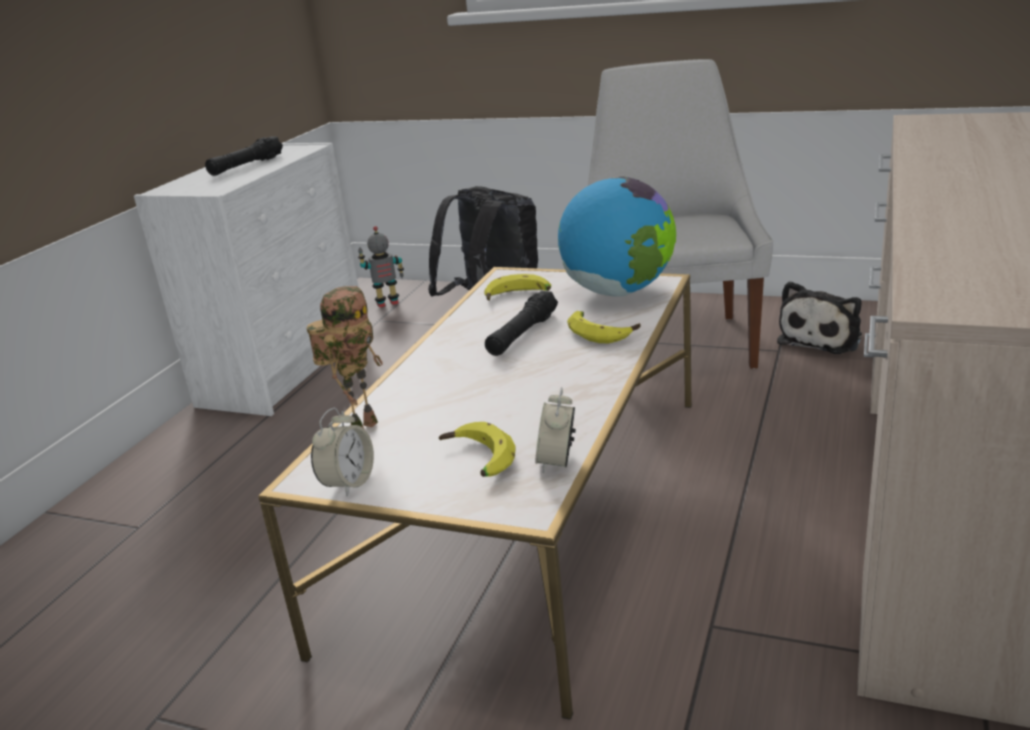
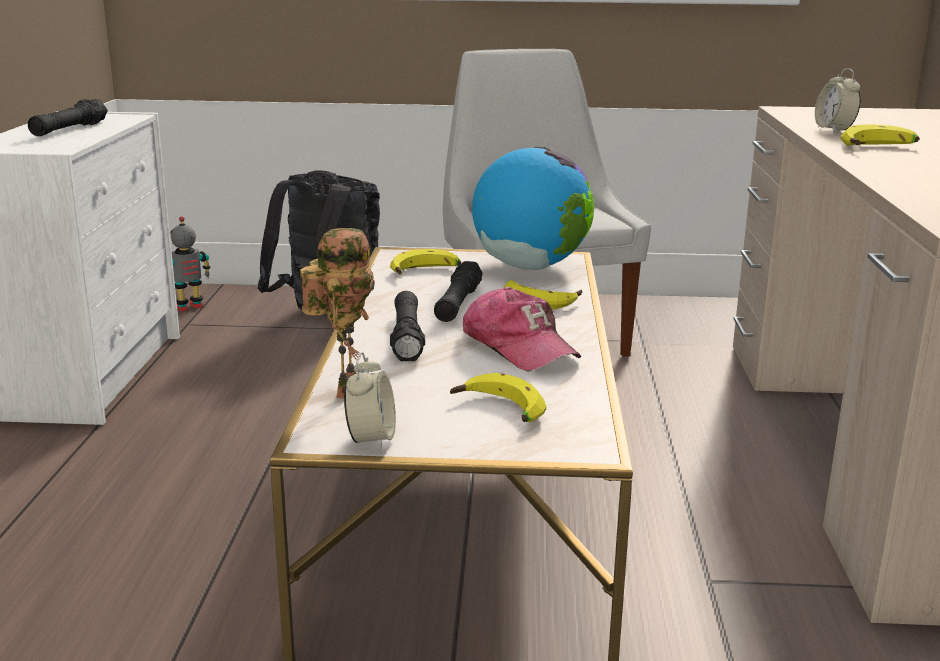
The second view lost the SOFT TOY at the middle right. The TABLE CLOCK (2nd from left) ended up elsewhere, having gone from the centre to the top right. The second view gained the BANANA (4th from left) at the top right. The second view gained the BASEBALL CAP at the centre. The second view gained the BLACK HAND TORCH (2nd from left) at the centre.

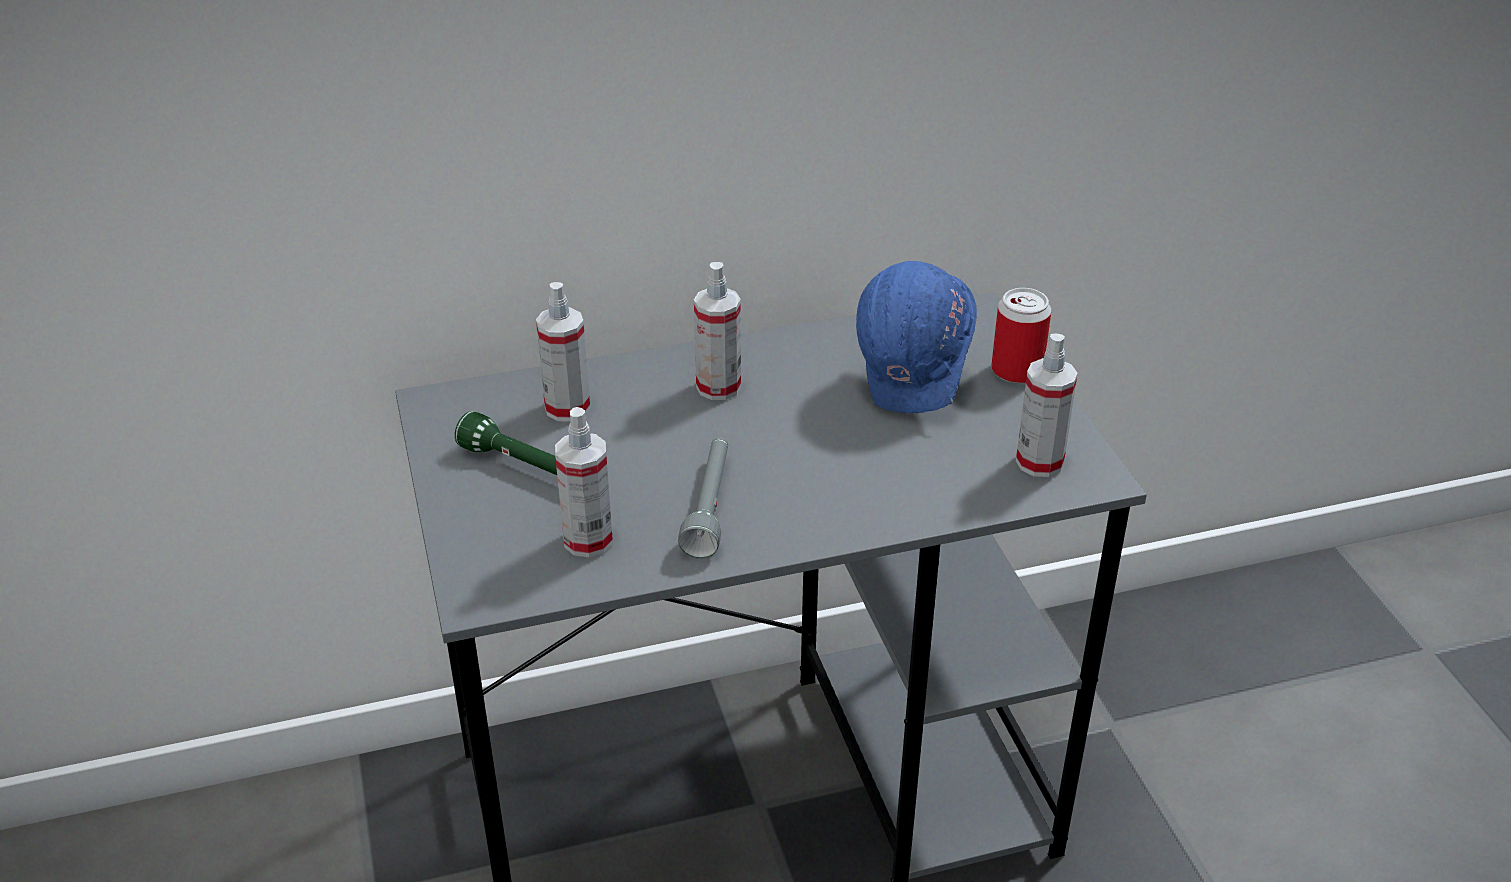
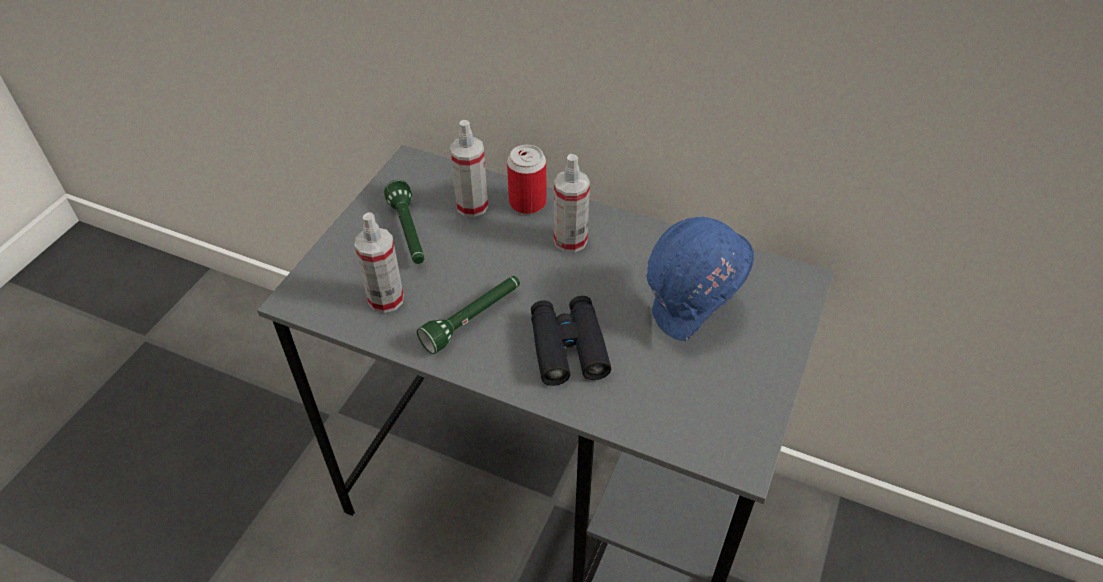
The CAN ended up elsewhere, having gone from the middle right to the top centre. The second view lost the SPRAY BOTTLE (4th from left) at the middle right. What was the GREYISH HAND TORCH at the centre turned into the GREEN HAND TORCH (2nd from left) at the centre. The second view gained the BLACK PAIR OF BINOCULARS at the centre.

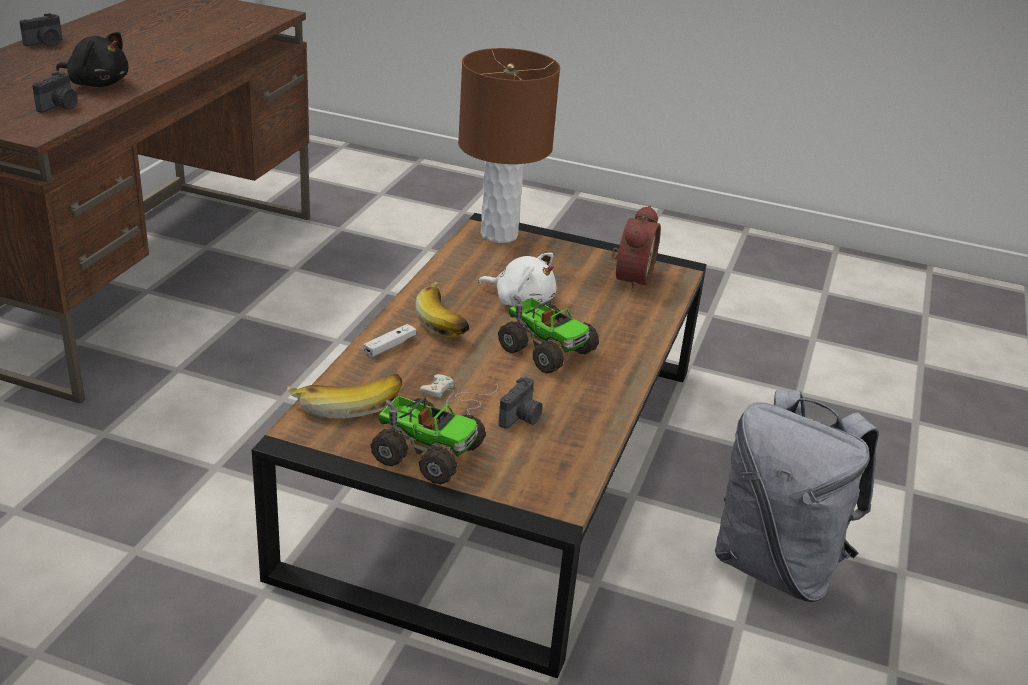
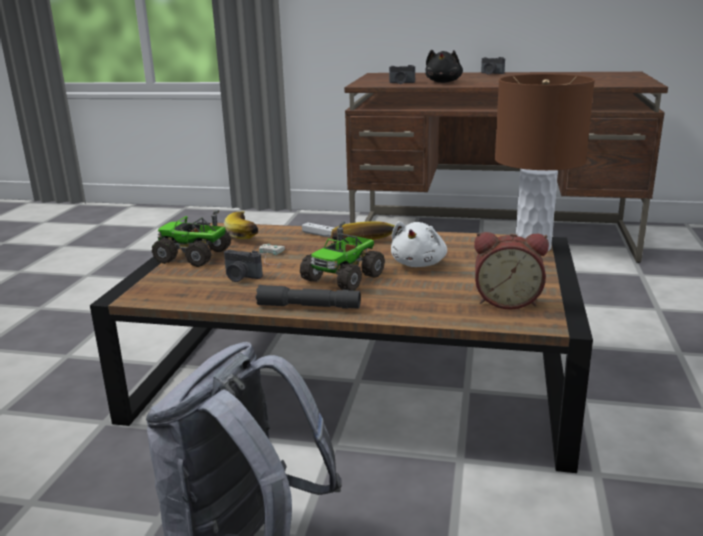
The TOY LORRY (1st from left) at the centre ended up facing another way, 90 degrees clockwise from before. The second view gained the GREYISH HAND TORCH at the centre.

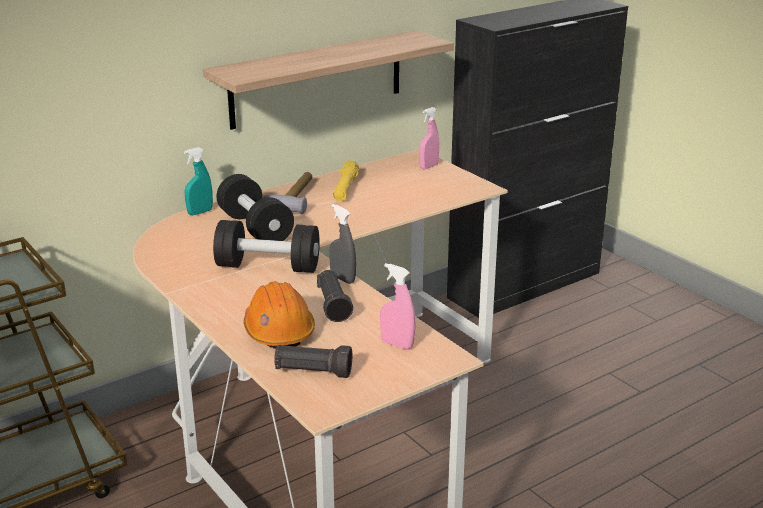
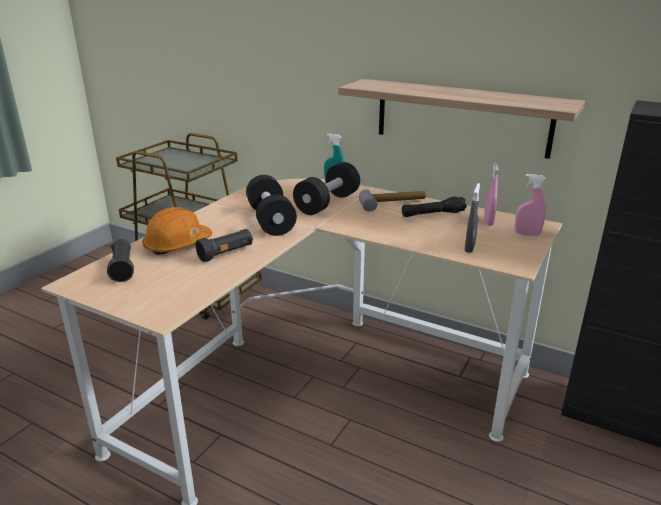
What was the YELLOW-COLOURED HAND TORCH at the centre turned into the BLACK HAND TORCH (3rd from left) at the centre. The GREYISH SPRAY BOTTLE ended up elsewhere, having gone from the centre to the middle right. The PINK-COLOURED SPRAY BOTTLE (1st from left) ended up elsewhere, having gone from the centre to the middle right.

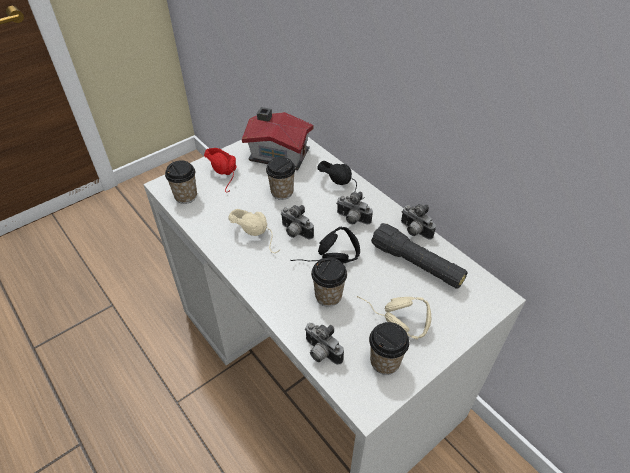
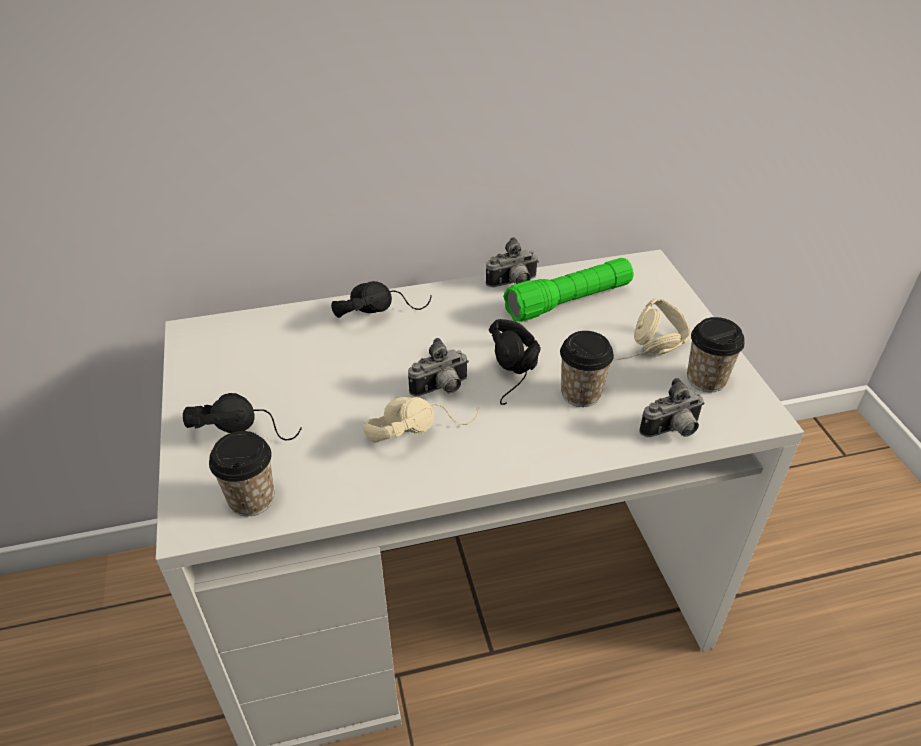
The second view lost the MODEL HOUSE at the top centre. What was the RED PAIR OF HEADPHONES at the centre turned into the BLACK PAIR OF HEADPHONES (1st from left) at the middle left. The second view lost the SMALL CUP (2nd from left) at the centre. The second view lost the STILL CAMERA (3rd from left) at the centre. What was the BLACK HAND TORCH at the centre turned into the GREEN HAND TORCH at the centre.

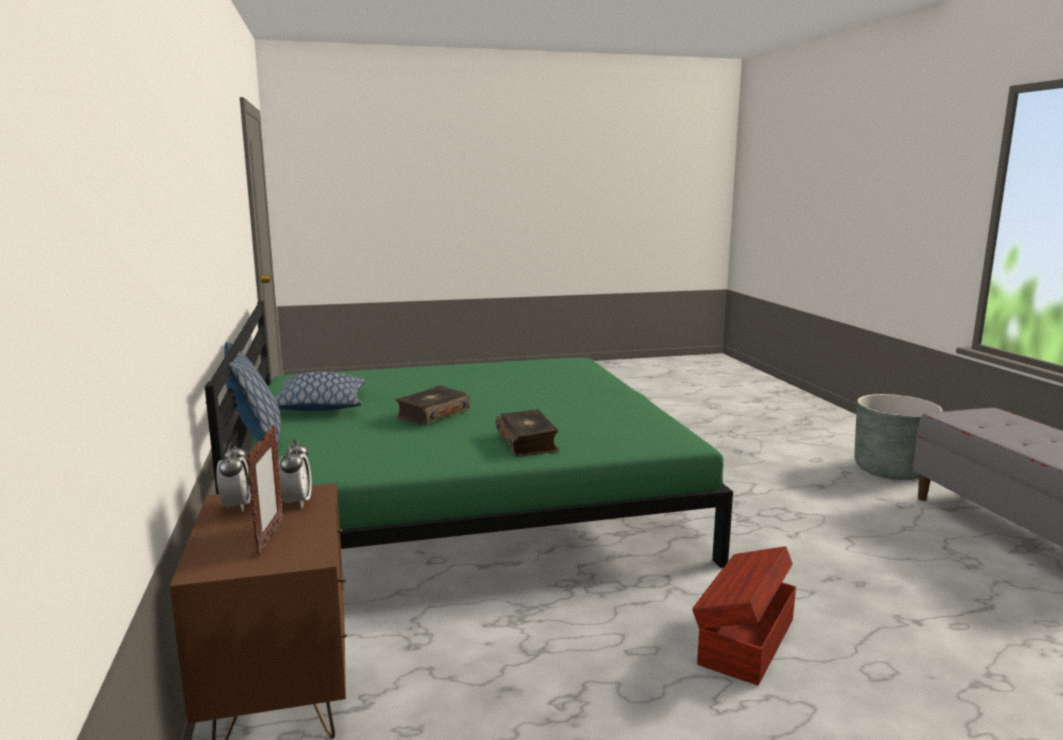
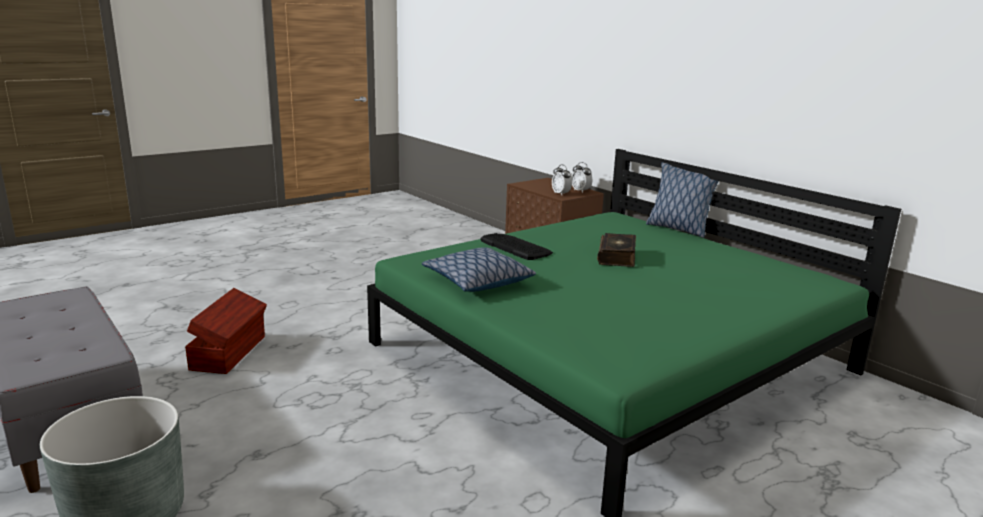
The THROW PILLOW (2nd from left in the first image) ended up elsewhere, having gone from the middle left to the centre. Where the VOLUME (2nd from left) stood at the centre, the KEYBOARD came to stand at the centre. The second view lost the PHOTO FRAME at the middle left. The BROWN-COLOURED STORAGE BIN ended up elsewhere, having gone from the bottom right to the middle left.

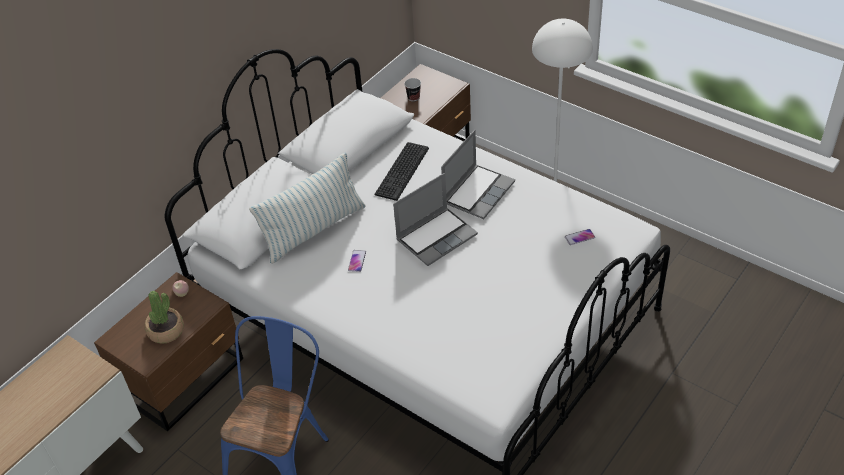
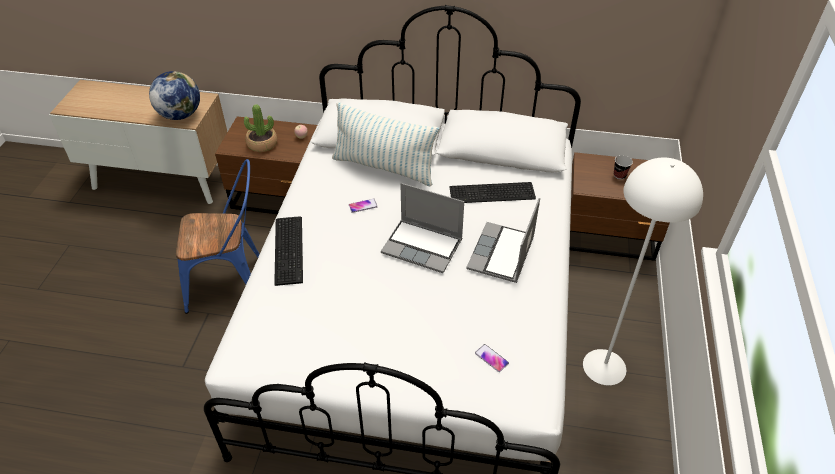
The PORTABLE COMPUTER (2nd from left) at the centre ended up facing another way, 105 degrees clockwise from before. The second view gained the WORLD GLOBE at the top left. The second view gained the KEYBOARD (1st from left) at the centre.

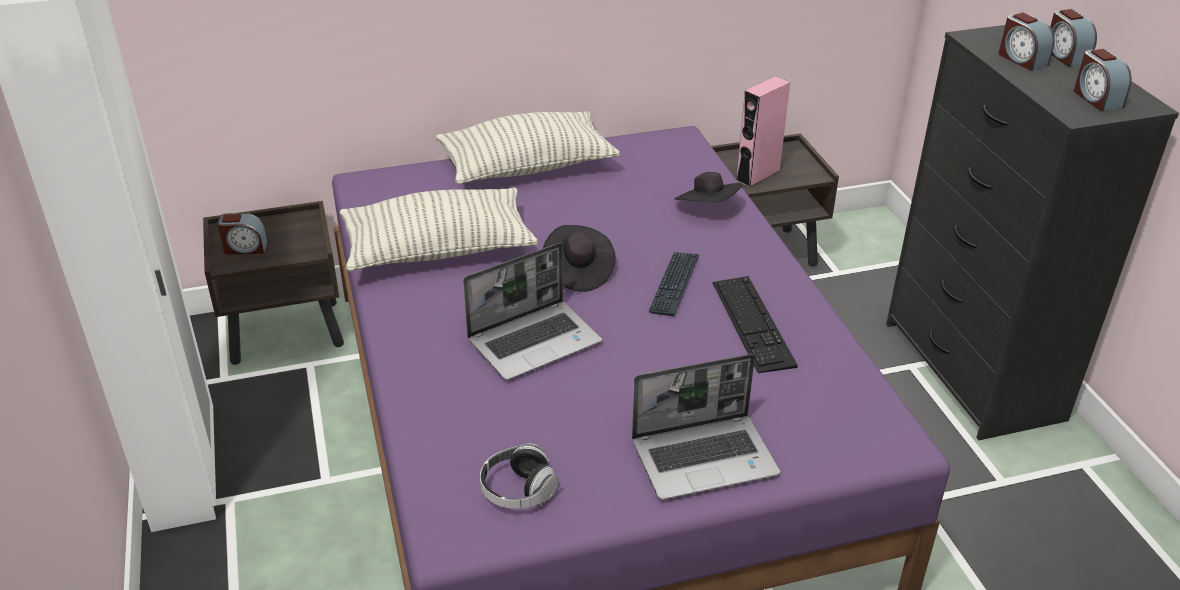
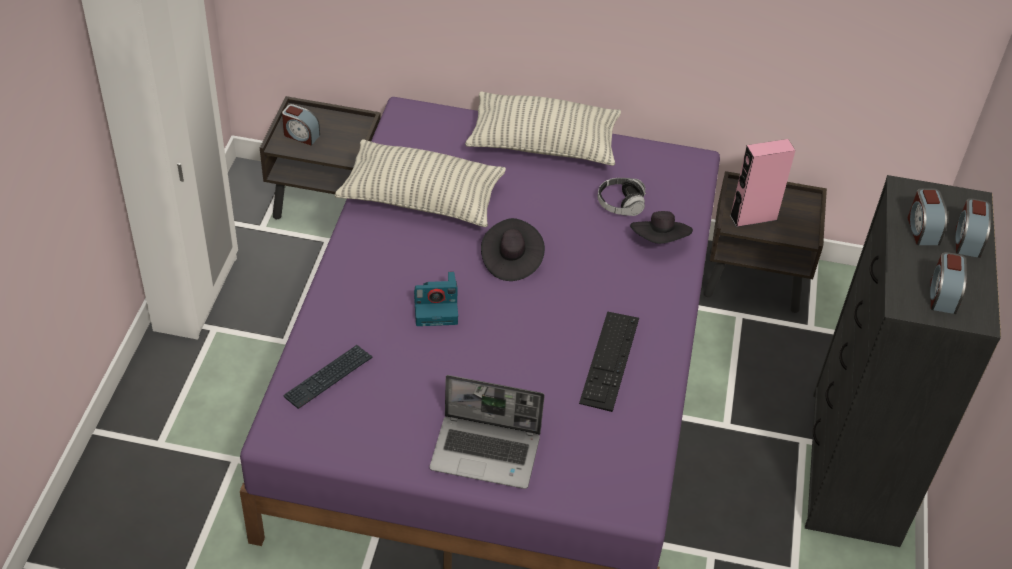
Where the PORTABLE COMPUTER (1st from left) stood at the centre, the STILL CAMERA came to stand at the centre. The KEYBOARD (1st from left) ended up elsewhere, having gone from the centre to the middle left. The PAIR OF HEADPHONES ended up elsewhere, having gone from the bottom centre to the centre.

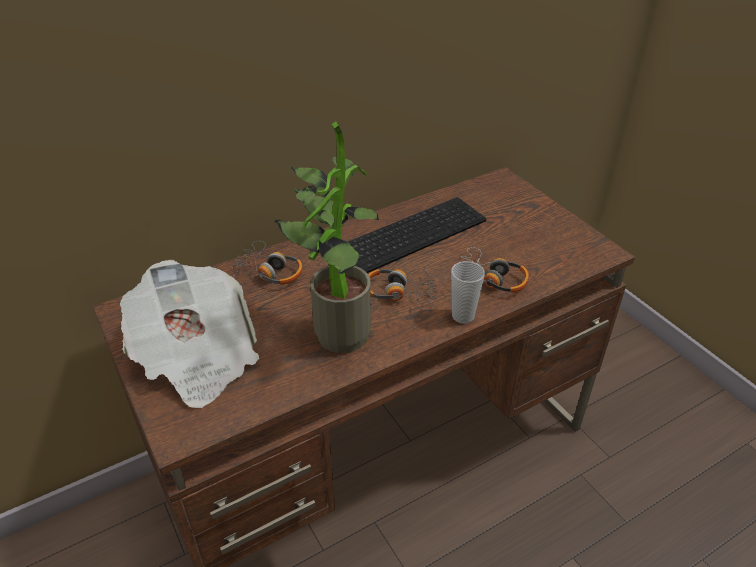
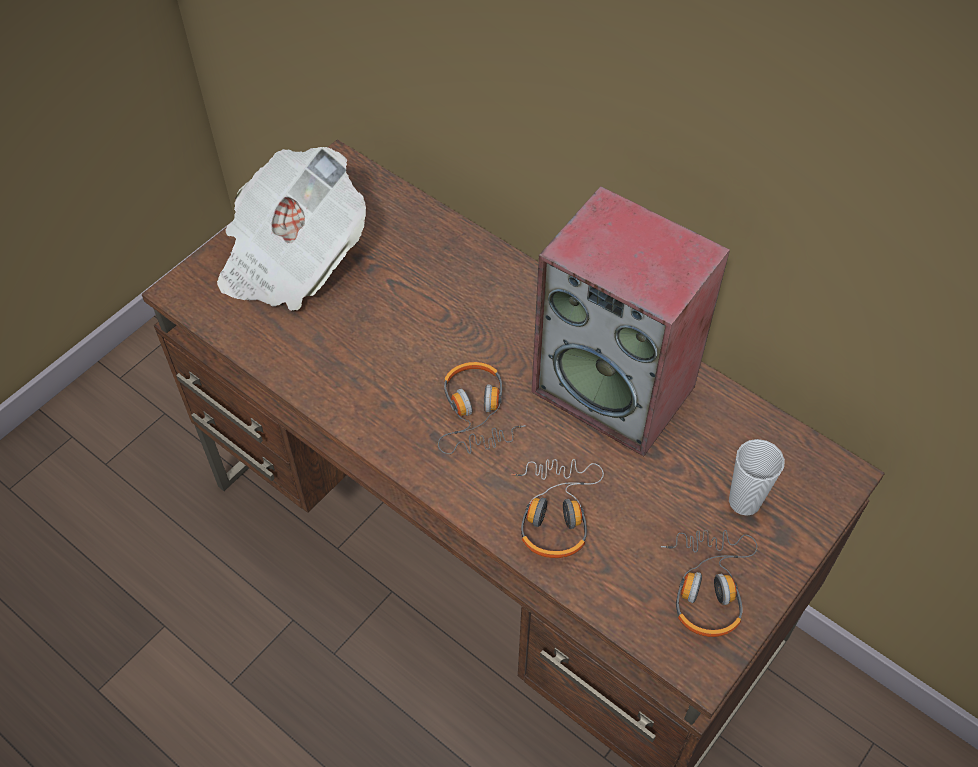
The second view lost the POTTED PLANT at the centre. Where the KEYBOARD stood at the centre, the SPEAKER came to stand at the centre. The PAIR OF HEADPHONES (1st from left in the first image) ended up elsewhere, having gone from the centre to the bottom right. The SMALL CUP ended up elsewhere, having gone from the centre to the middle right.

